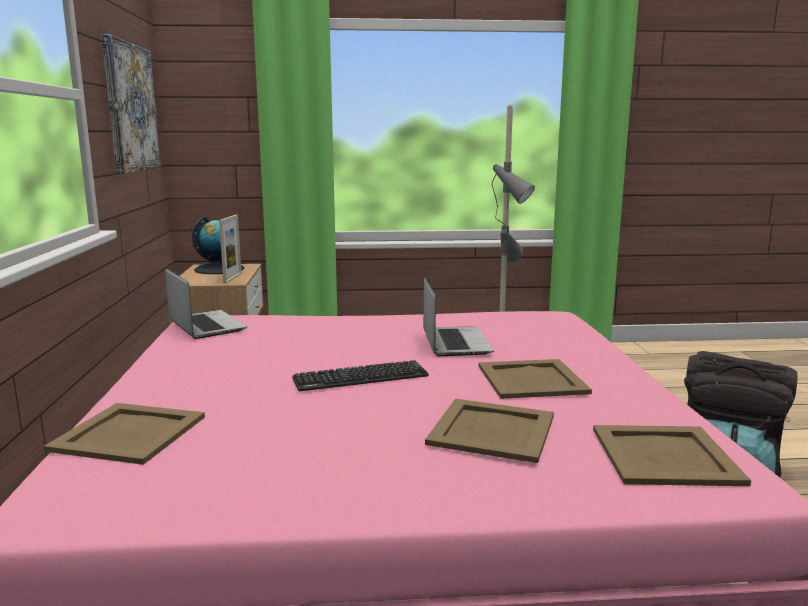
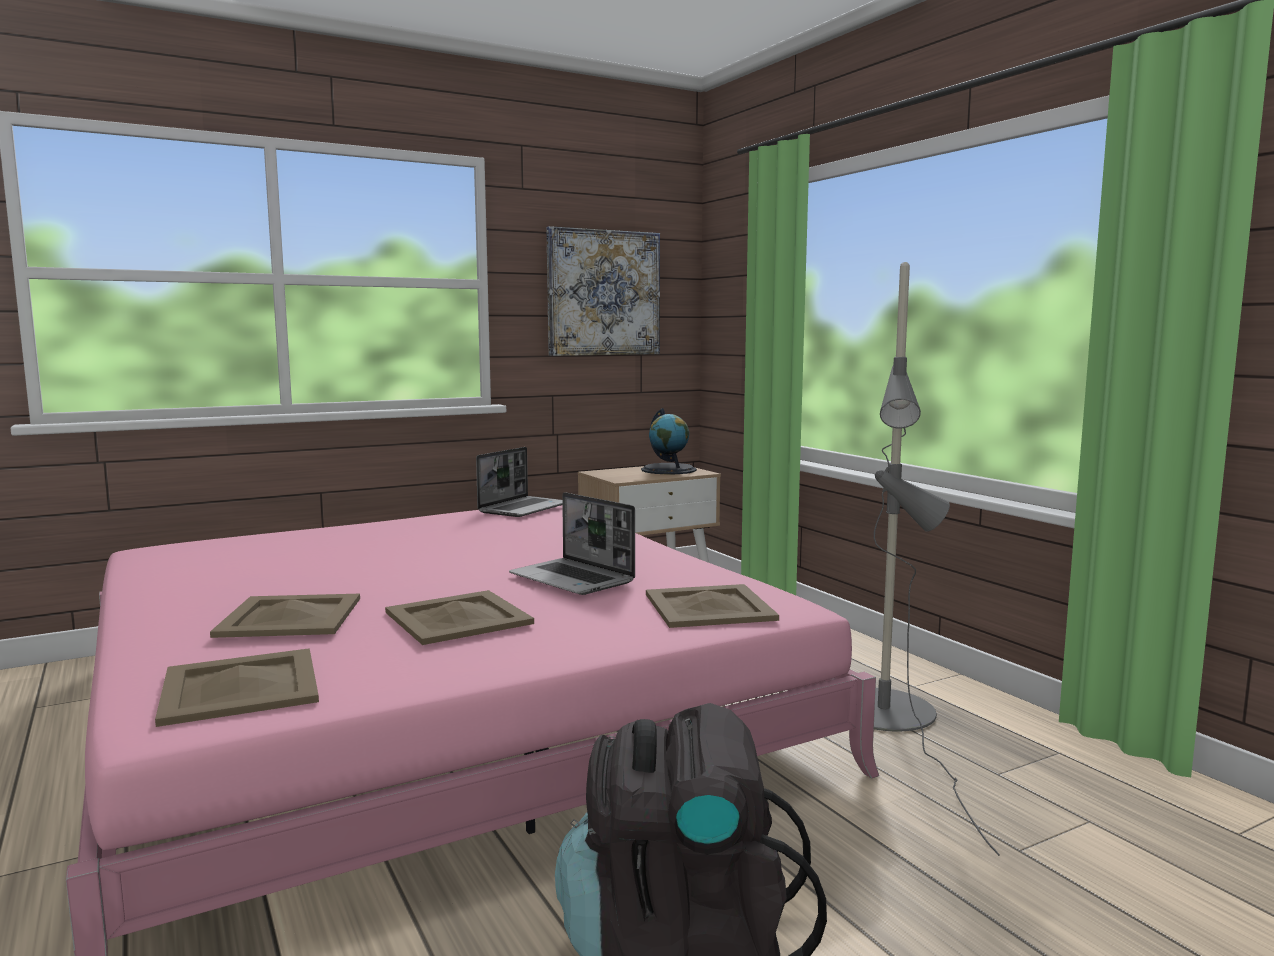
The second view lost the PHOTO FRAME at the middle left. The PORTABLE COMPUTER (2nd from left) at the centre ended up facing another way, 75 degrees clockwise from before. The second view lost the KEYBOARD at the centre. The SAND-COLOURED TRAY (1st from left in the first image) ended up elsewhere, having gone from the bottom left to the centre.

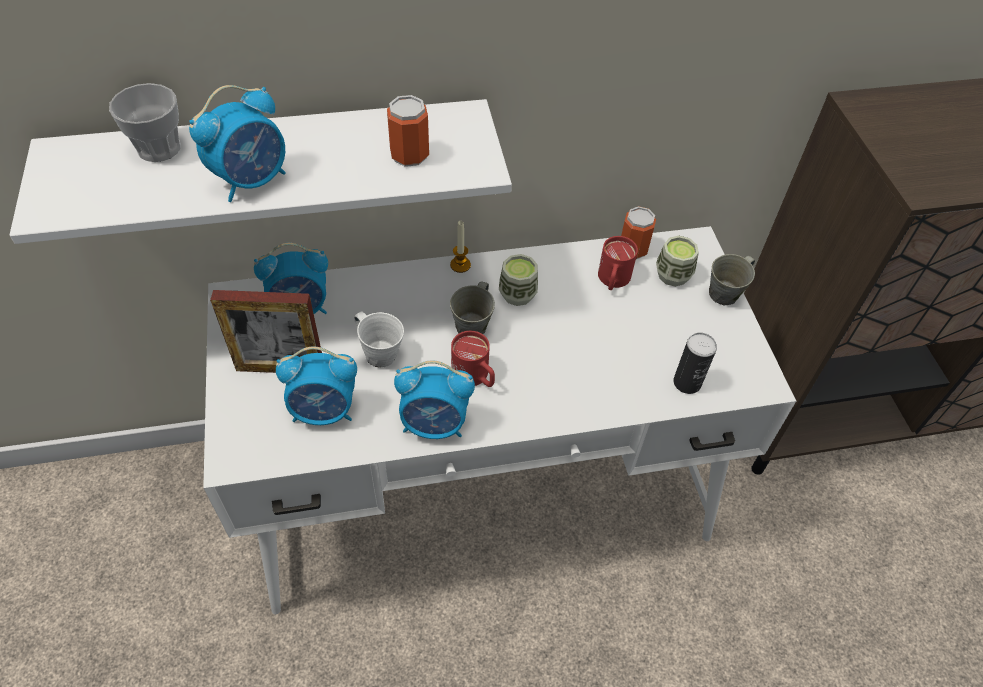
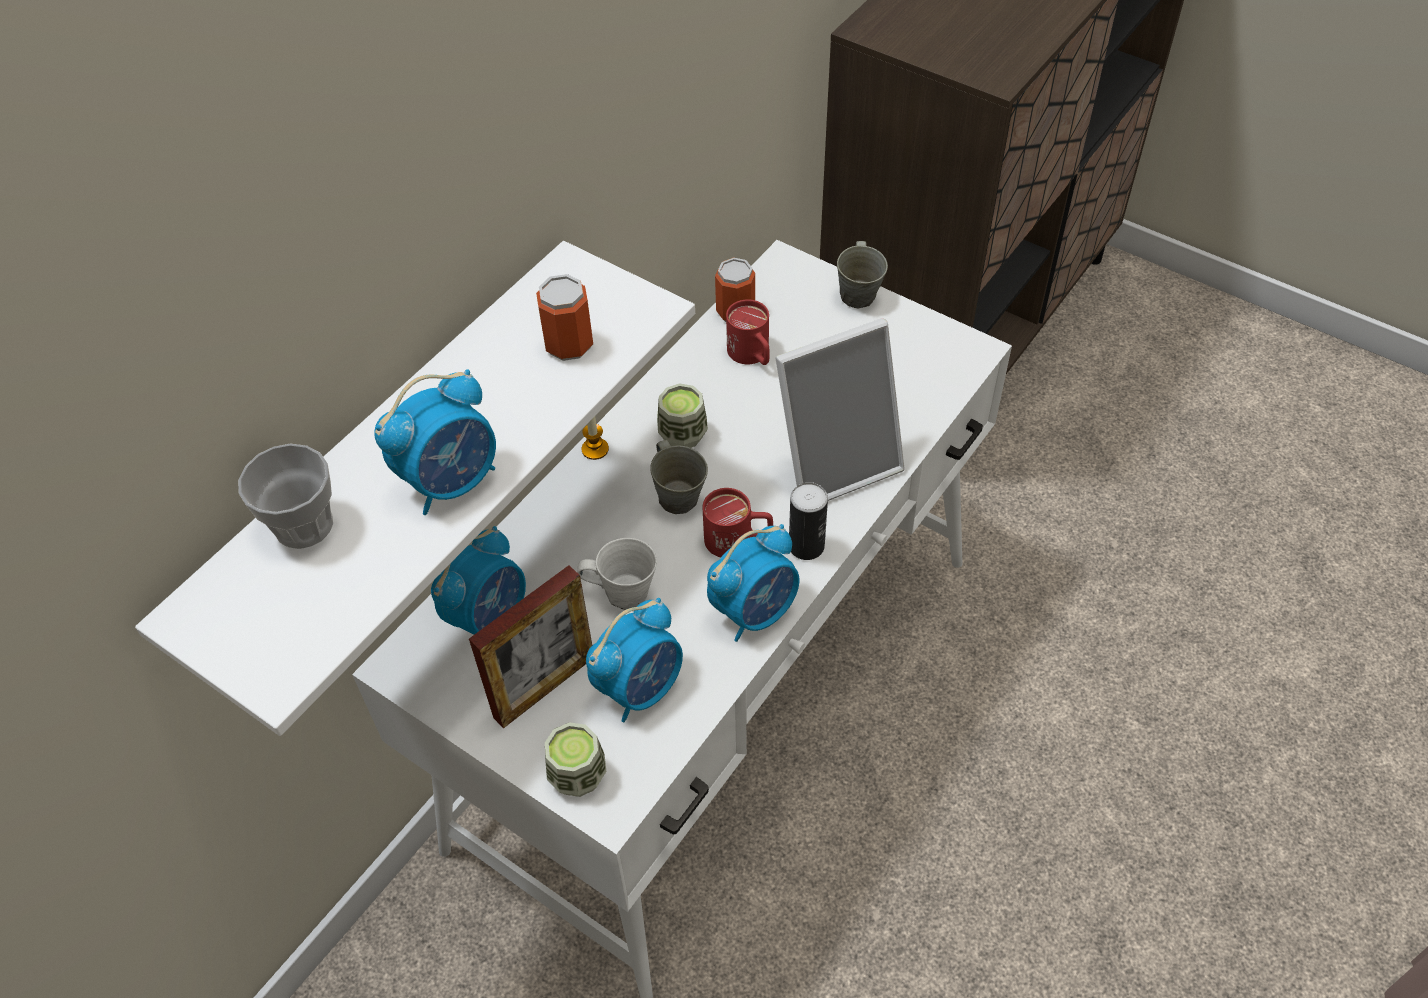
The TABLE CLOCK (1st from left) at the top left ended up facing another way, 45 degrees clockwise from before. The SMALL CUP (3rd from left in the first image) ended up elsewhere, having gone from the middle right to the bottom centre. The CAN (3rd from left) ended up elsewhere, having gone from the middle right to the centre. The second view gained the PHOTO FRAME (2nd from left) at the centre.

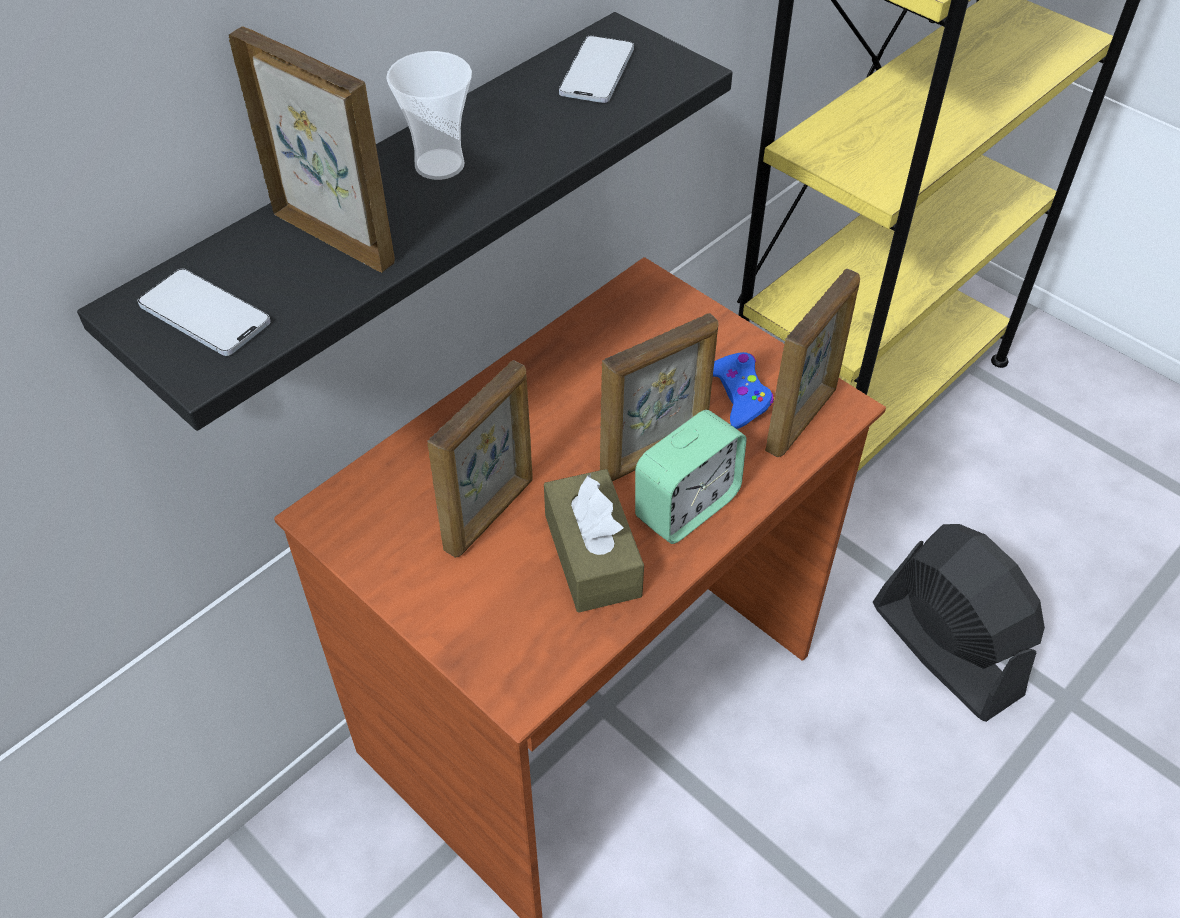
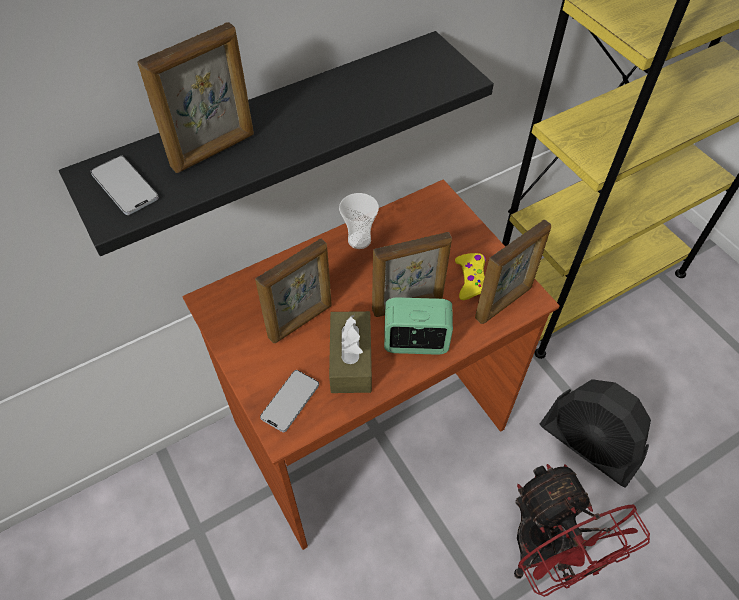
The PHOTO FRAME (1st from left) at the top left ended up facing another way, 90 degrees clockwise from before. The TELEPHONE (2nd from left) ended up elsewhere, having gone from the top centre to the bottom centre. The SMALL CUP ended up elsewhere, having gone from the top centre to the centre. What was the BLUE JOYPAD at the centre turned into the YELLOW-COLOURED JOYPAD at the centre. The TABLE CLOCK at the centre ended up facing another way, 150 degrees counterclockwise from before. The BLACK FAN at the bottom right ended up facing another way, 150 degrees clockwise from before. The second view gained the RED FAN at the bottom right.

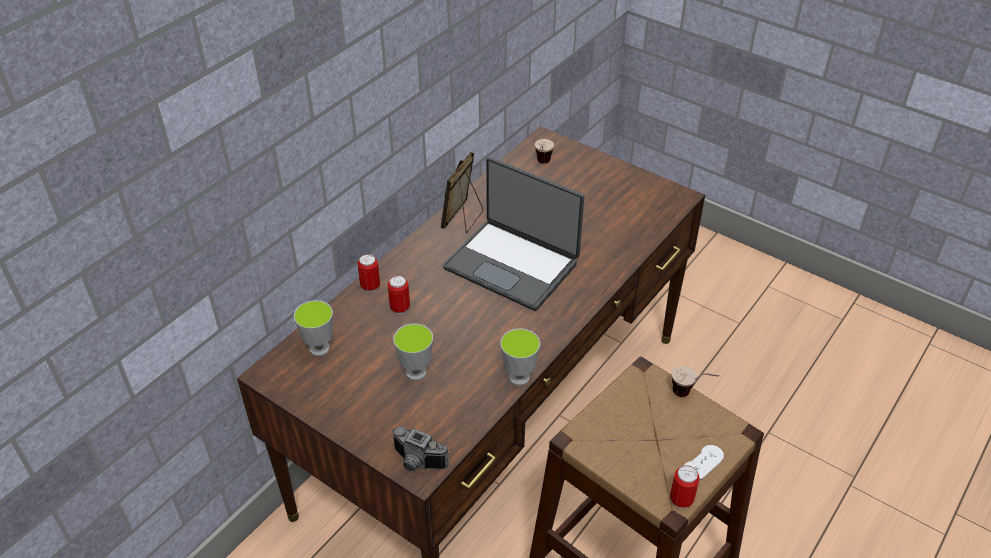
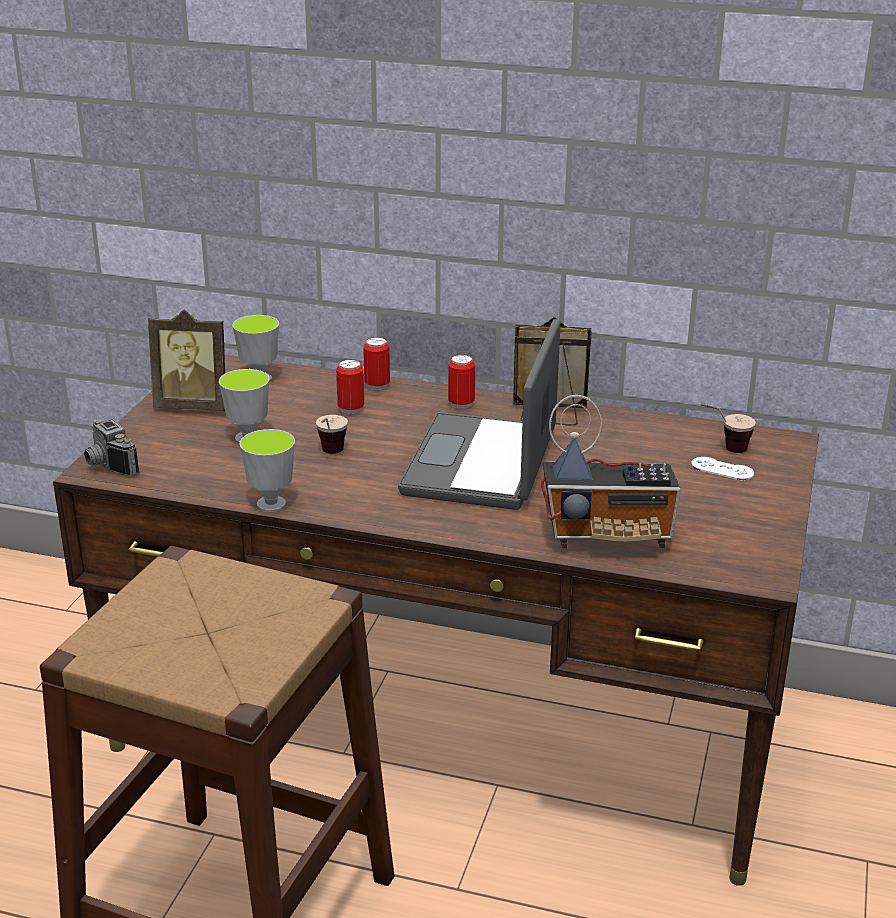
The SMALL CUP (5th from left in the first image) ended up elsewhere, having gone from the bottom right to the centre. The STILL CAMERA at the bottom centre ended up facing another way, 45 degrees counterclockwise from before. The WHITE JOYPAD ended up elsewhere, having gone from the bottom right to the middle right. The CAN (3rd from left) ended up elsewhere, having gone from the bottom right to the centre. The second view gained the PHOTO FRAME (1st from left) at the middle left. The second view gained the RADIO at the middle right.

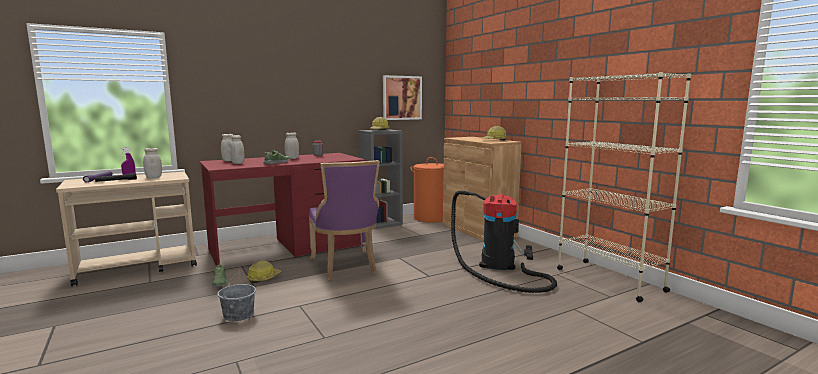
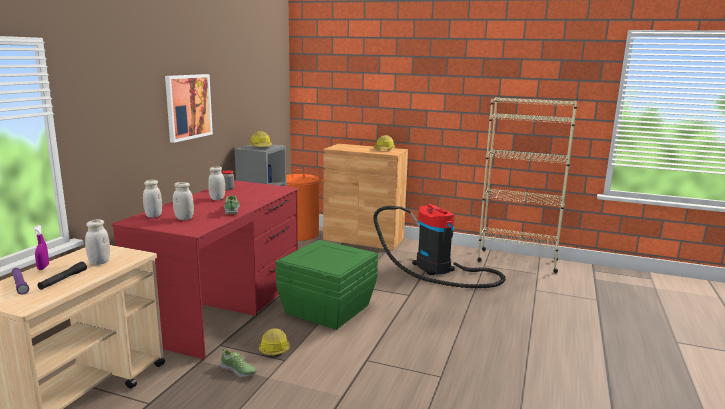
The PICTURE ended up elsewhere, having gone from the top centre to the top left. Where the PURPLE PLAIN CHAIR stood at the centre, the GREEN STORAGE BIN came to stand at the bottom centre. The second view lost the GREYISH BUCKET at the bottom left.

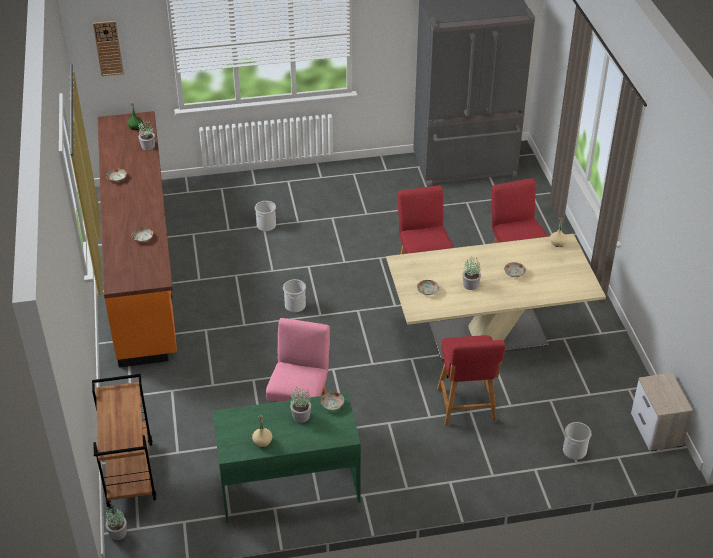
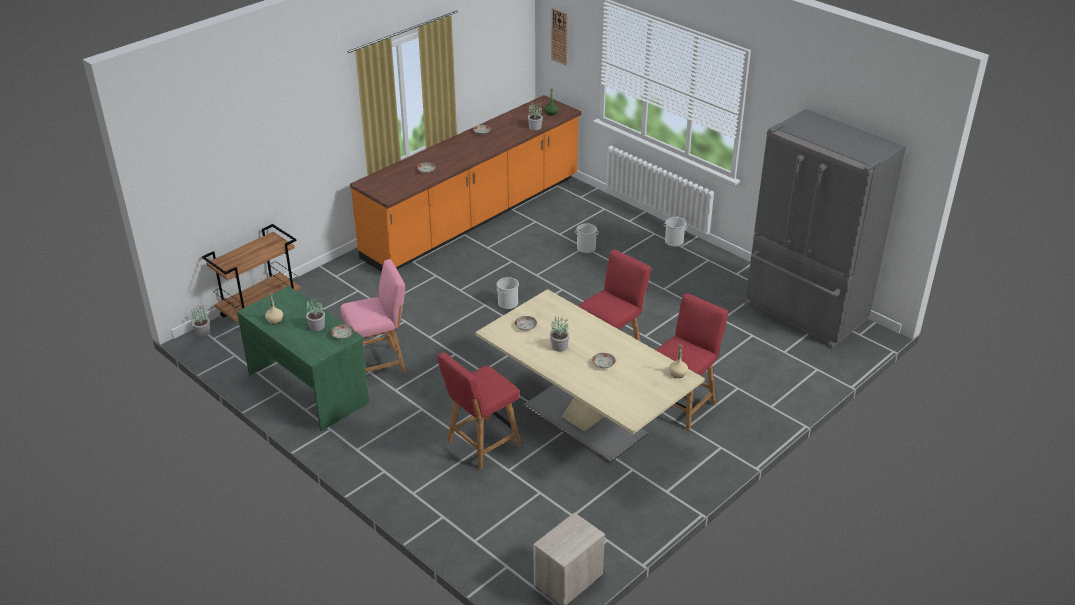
The BUCKET (3rd from left) ended up elsewhere, having gone from the bottom right to the centre.

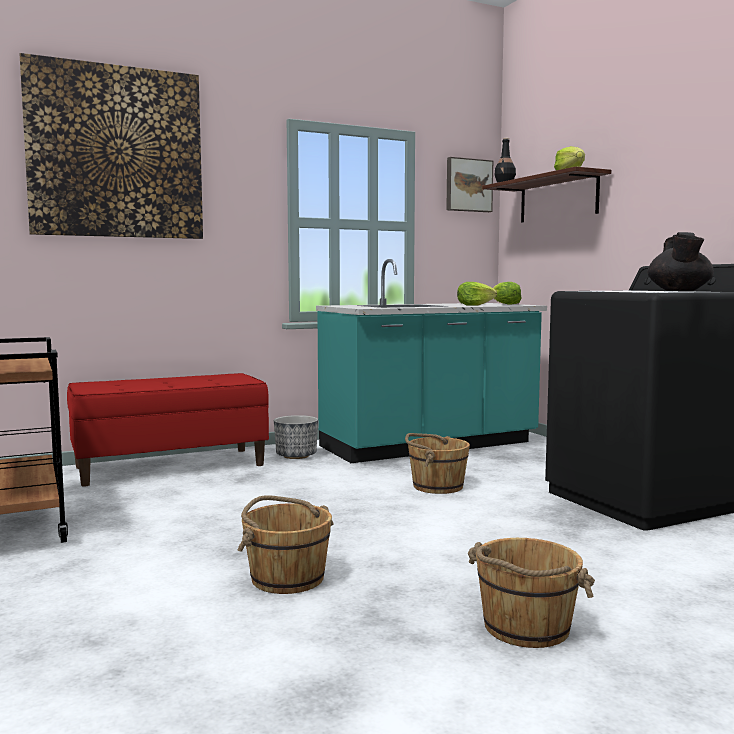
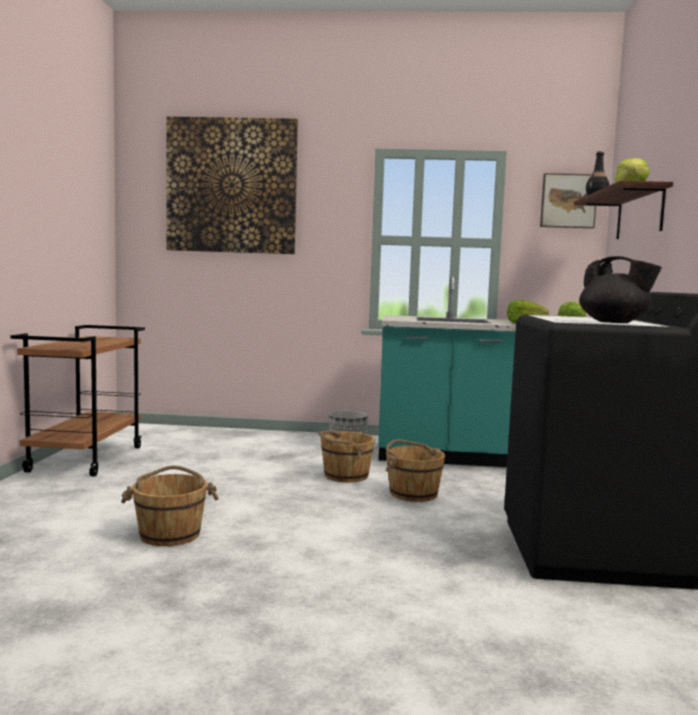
The BLACK TEAPOT at the middle right ended up facing another way, 90 degrees counterclockwise from before. The second view lost the RED INDOOR BENCH at the middle left. The BROWN-COLOURED BUCKET (3rd from left in the first image) ended up elsewhere, having gone from the bottom right to the centre.

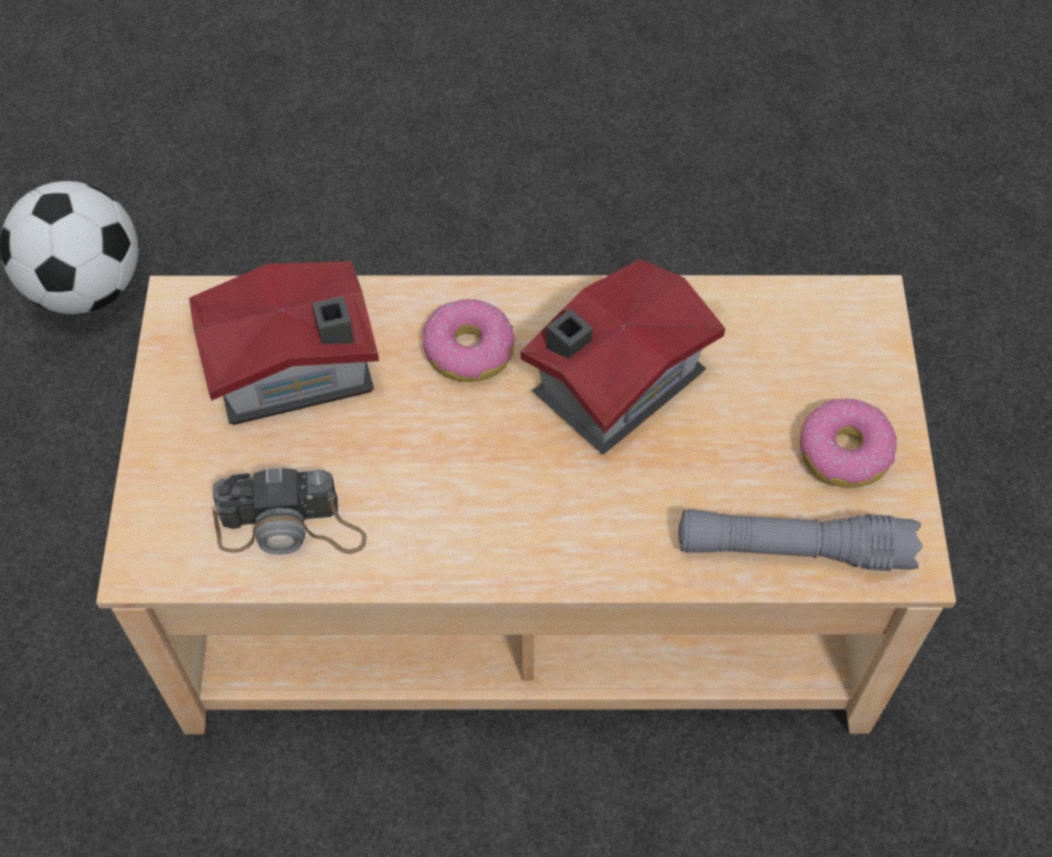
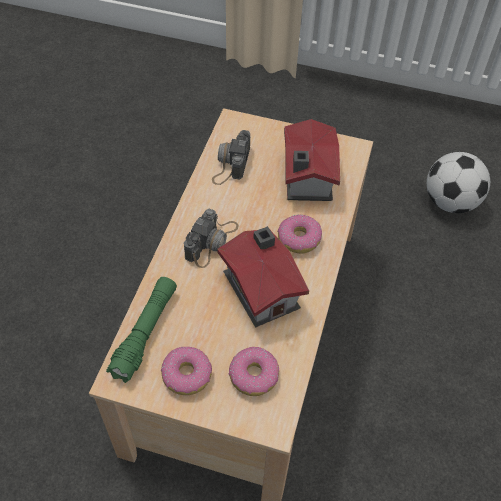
What was the GREYISH HAND TORCH at the middle right turned into the GREEN HAND TORCH at the middle left. The second view gained the STILL CAMERA (1st from left) at the centre. The second view gained the RING DOUGHNUT (2nd from left) at the bottom centre.

